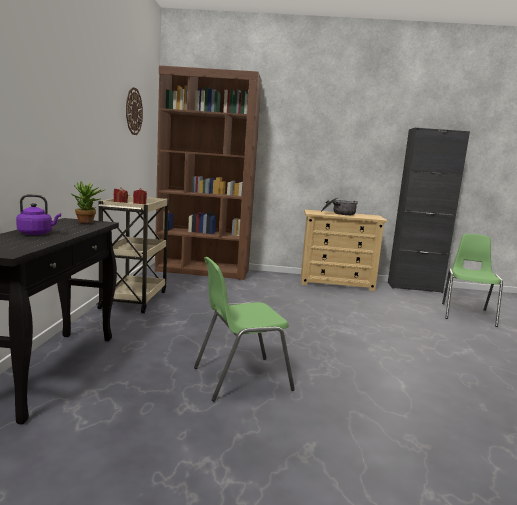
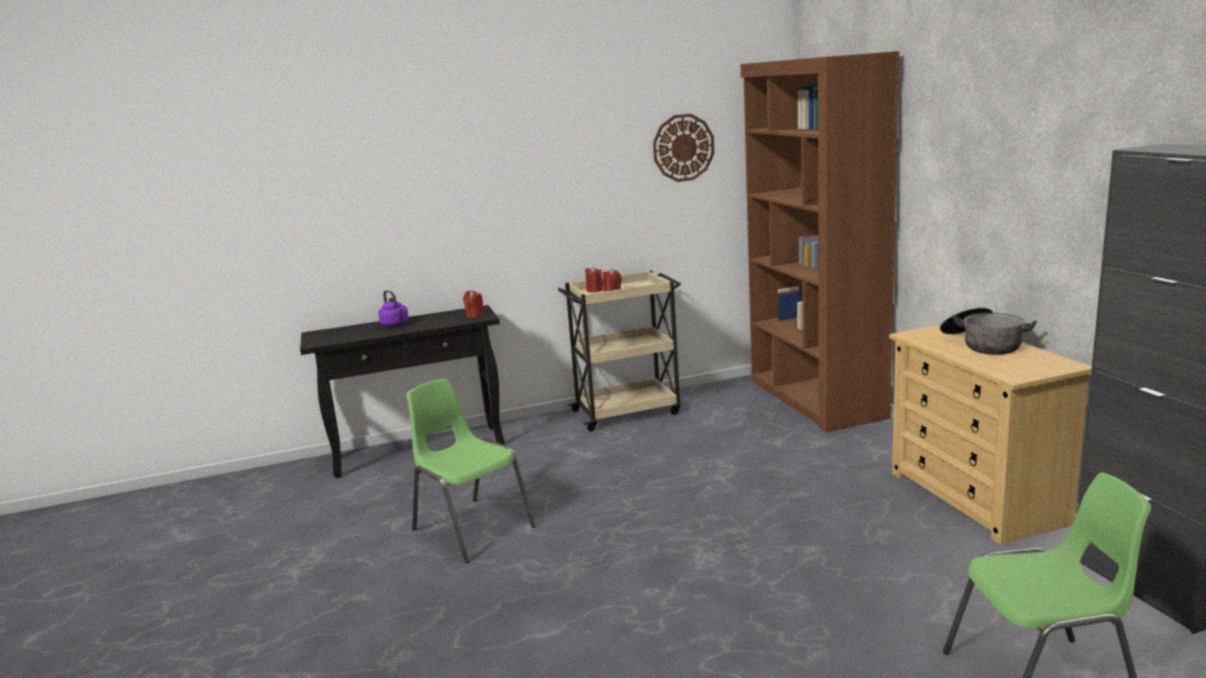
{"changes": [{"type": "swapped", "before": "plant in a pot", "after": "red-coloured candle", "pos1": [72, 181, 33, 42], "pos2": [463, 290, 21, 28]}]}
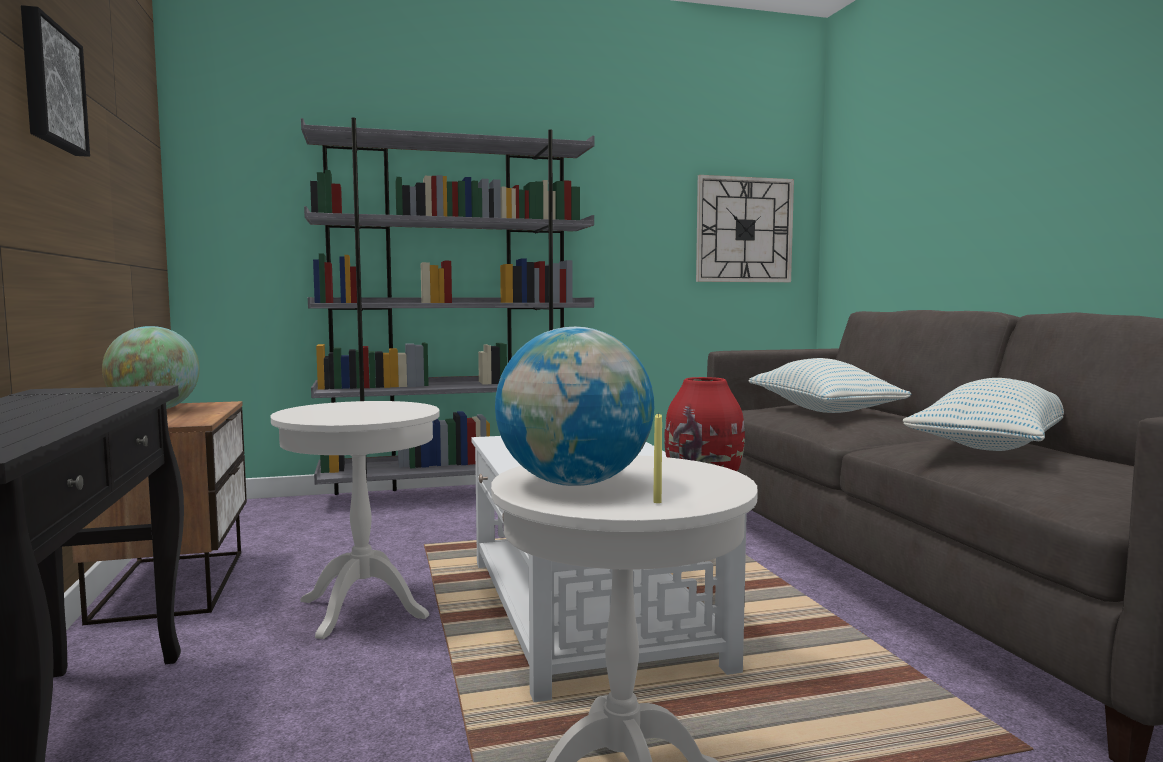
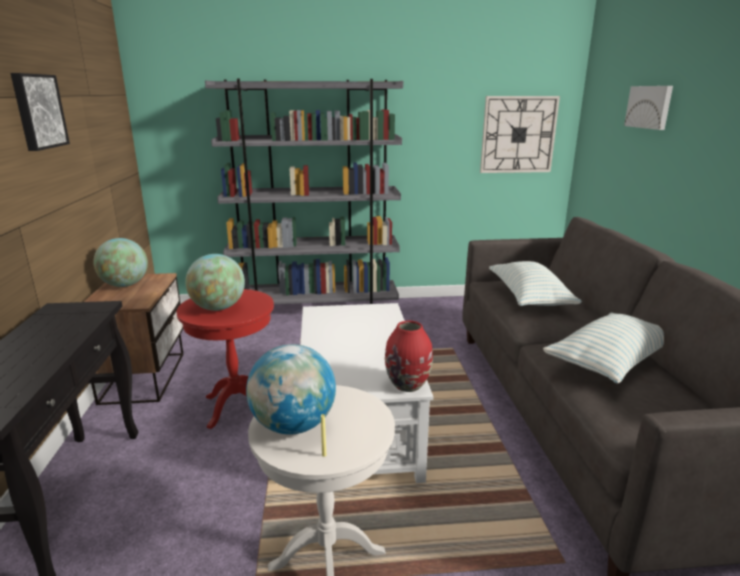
{"changes": [{"type": "repainted", "before": "whitish accent table", "after": "red-coloured accent table", "pos1": [270, 401, 169, 238], "pos2": [176, 289, 98, 140]}, {"type": "new", "after": "wall art", "pos2": [624, 86, 49, 44]}, {"type": "new", "after": "world globe", "pos2": [185, 254, 60, 57]}]}
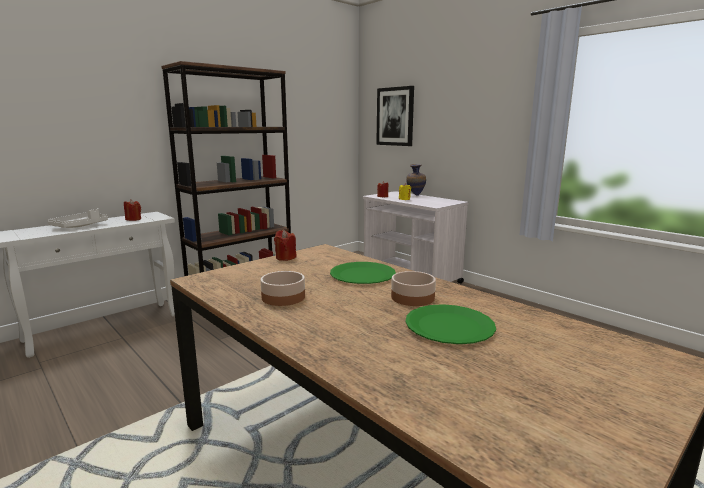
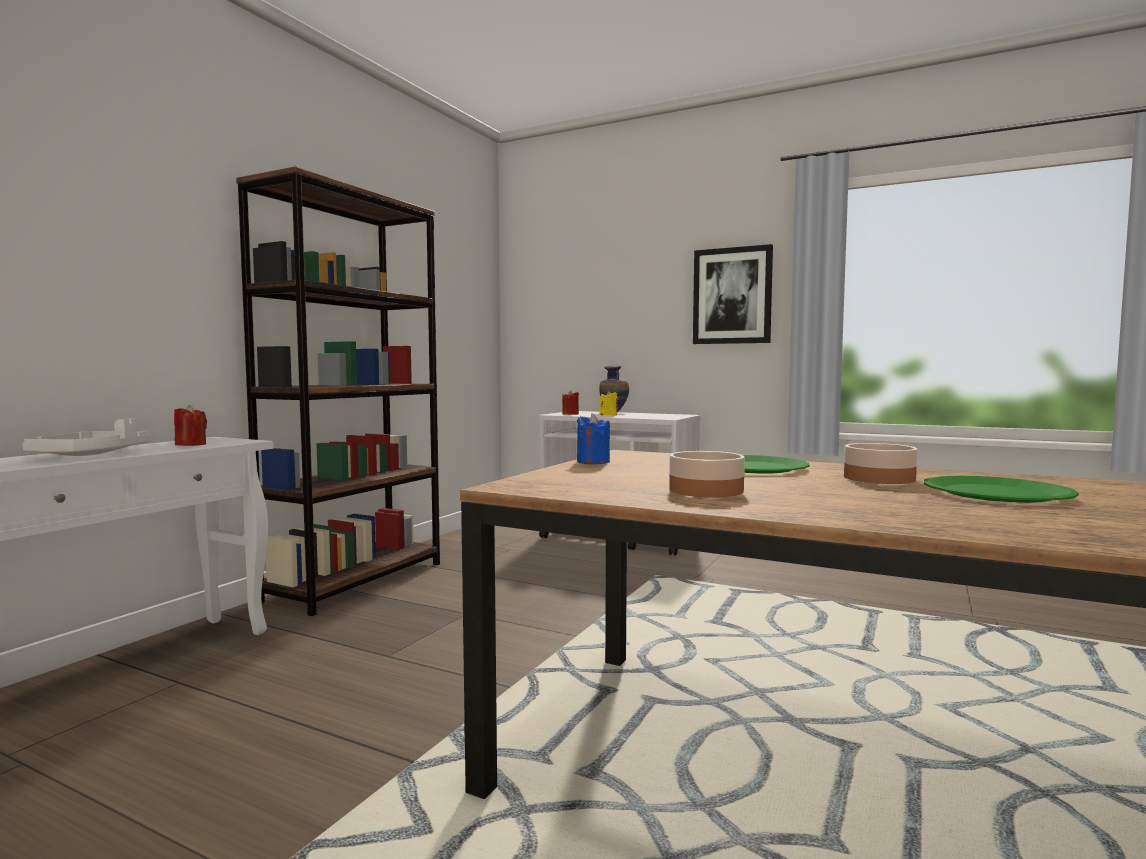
{"changes": [{"type": "shifted", "before": "wall art", "pos1": [376, 86, 38, 60], "pos2": [693, 244, 80, 100]}, {"type": "repainted", "before": "red-coloured candle", "after": "blue candle", "pos1": [274, 230, 23, 31], "pos2": [577, 413, 33, 51]}]}
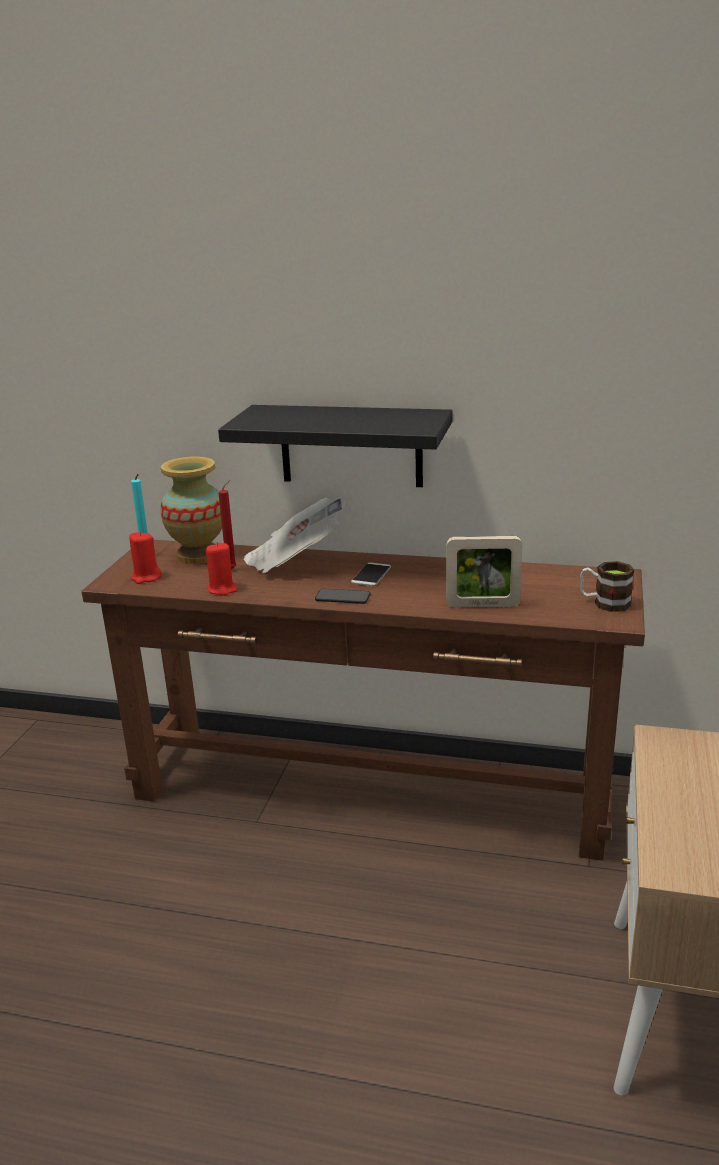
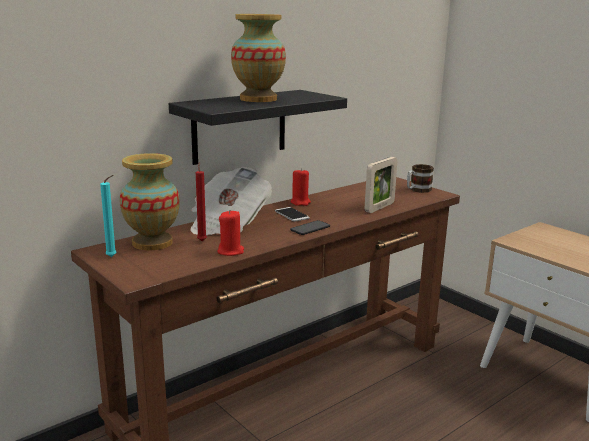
{"changes": [{"type": "shifted", "before": "red-coloured candle", "pos1": [129, 531, 33, 53], "pos2": [290, 168, 21, 38]}, {"type": "new", "after": "vase", "pos2": [231, 14, 55, 88]}]}
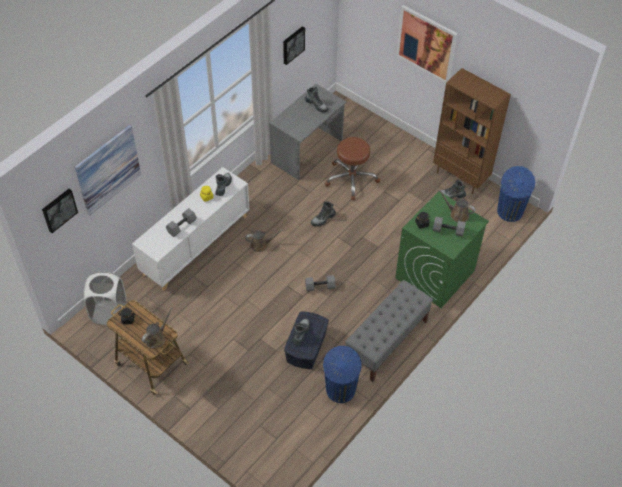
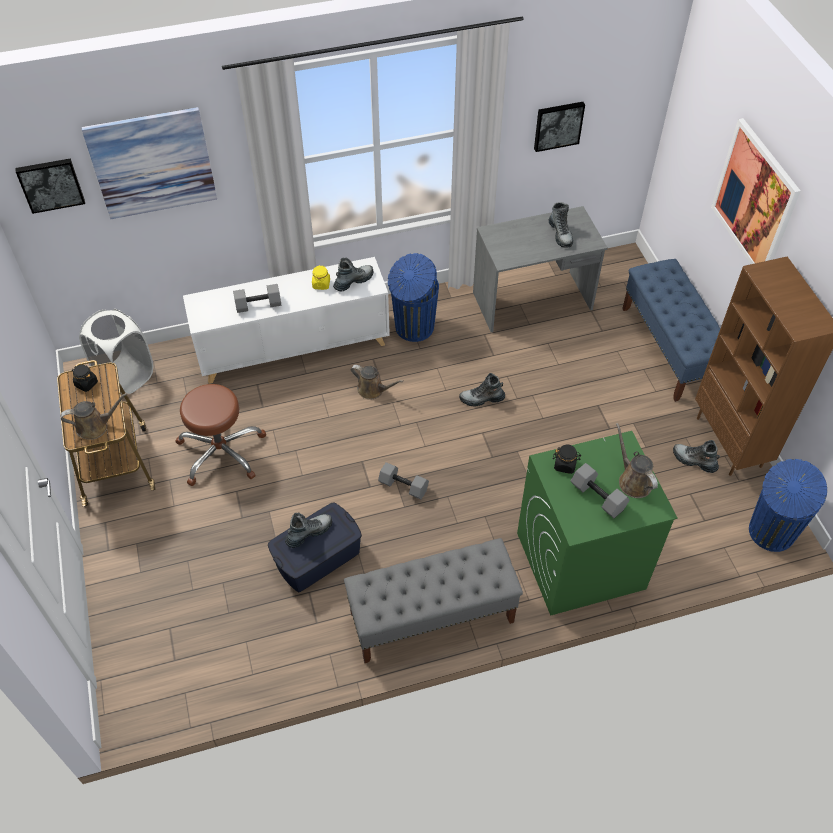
{"changes": [{"type": "shifted", "before": "brown stool seat", "pos1": [325, 137, 55, 63], "pos2": [175, 384, 91, 102]}, {"type": "shifted", "before": "blue waste bin", "pos1": [323, 346, 39, 57], "pos2": [388, 253, 51, 89]}, {"type": "new", "after": "blue indoor bench", "pos2": [622, 259, 98, 143]}]}
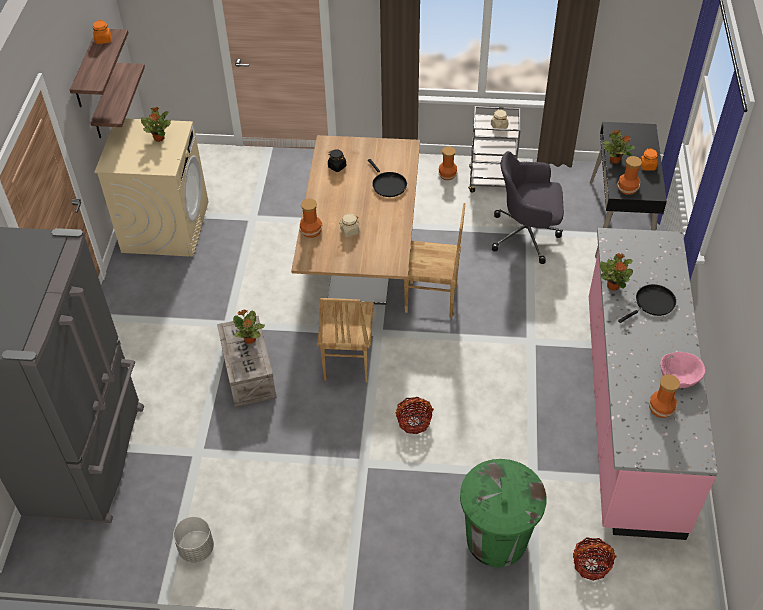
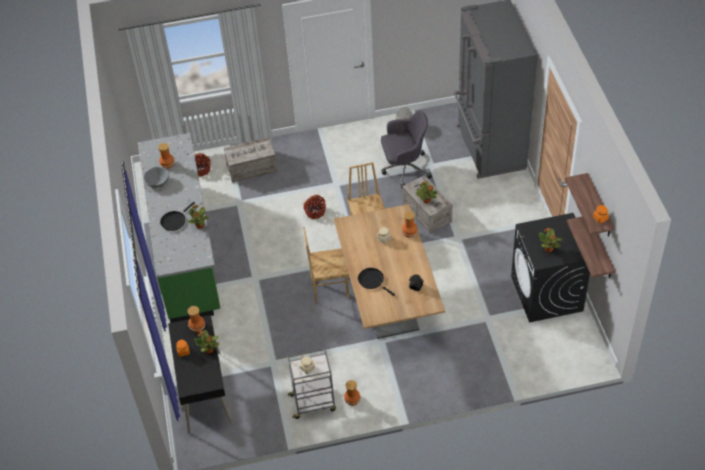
{"changes": [{"type": "repainted", "before": "beige washing machine", "after": "blackish washing machine", "pos1": [95, 118, 114, 139], "pos2": [511, 213, 79, 109]}, {"type": "shifted", "before": "gray desk chair", "pos1": [492, 151, 72, 113], "pos2": [381, 110, 51, 78]}, {"type": "repainted", "before": "pink-coloured kitchen counter", "after": "green kitchen counter", "pos1": [589, 228, 129, 312], "pos2": [138, 133, 82, 190]}, {"type": "repainted", "before": "pink-coloured serving bowl", "after": "gray serving bowl", "pos1": [660, 352, 45, 36], "pos2": [144, 166, 25, 22]}, {"type": "swapped", "before": "green waste bin", "after": "shipping crate", "pos1": [460, 459, 86, 108], "pos2": [224, 137, 53, 46]}]}
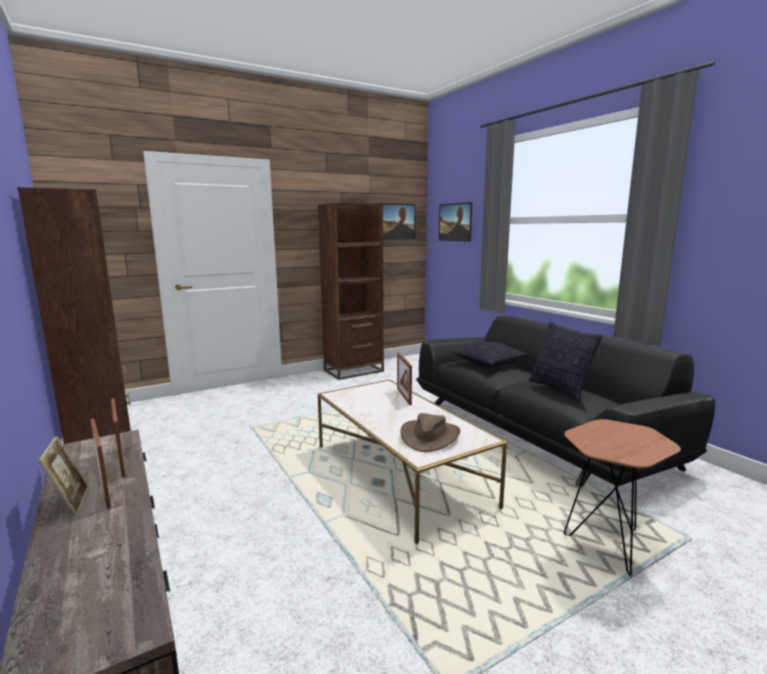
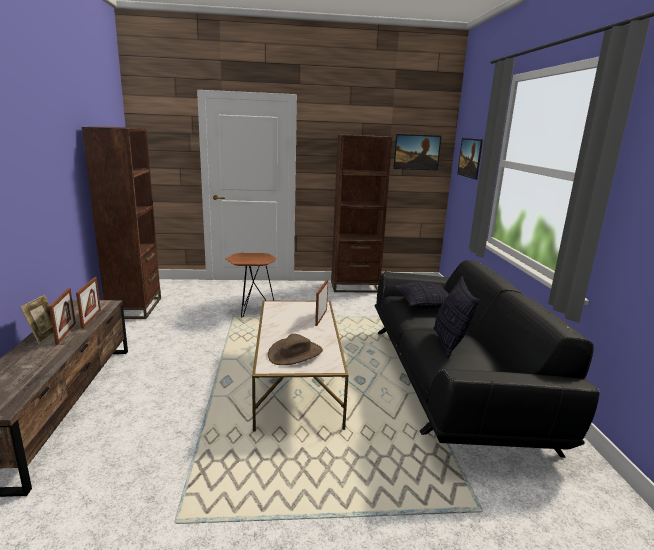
{"changes": [{"type": "shifted", "before": "brown accent table", "pos1": [564, 419, 117, 157], "pos2": [225, 253, 52, 65]}]}
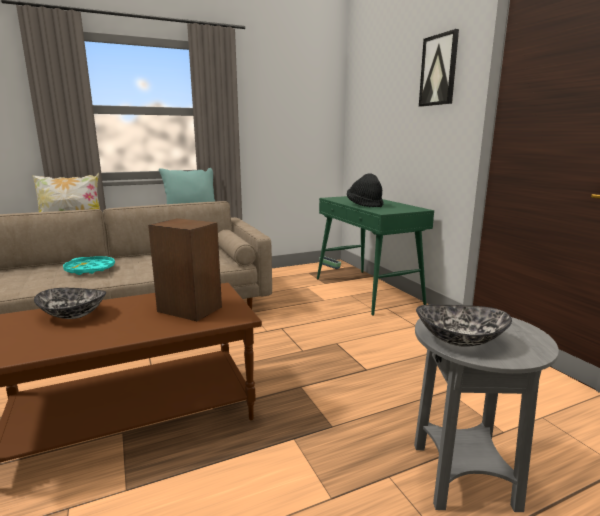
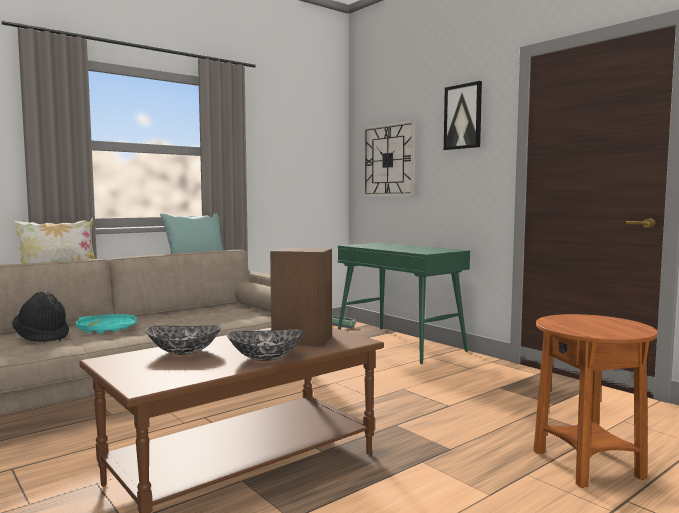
{"changes": [{"type": "shifted", "before": "blackish clothing hat", "pos1": [347, 174, 36, 34], "pos2": [12, 291, 57, 51]}, {"type": "shifted", "before": "serving bowl", "pos1": [416, 304, 96, 43], "pos2": [227, 329, 77, 32]}, {"type": "repainted", "before": "gray accent table", "after": "brown accent table", "pos1": [414, 317, 145, 195], "pos2": [534, 314, 124, 174]}, {"type": "new", "after": "wall clock", "pos2": [363, 120, 53, 76]}]}
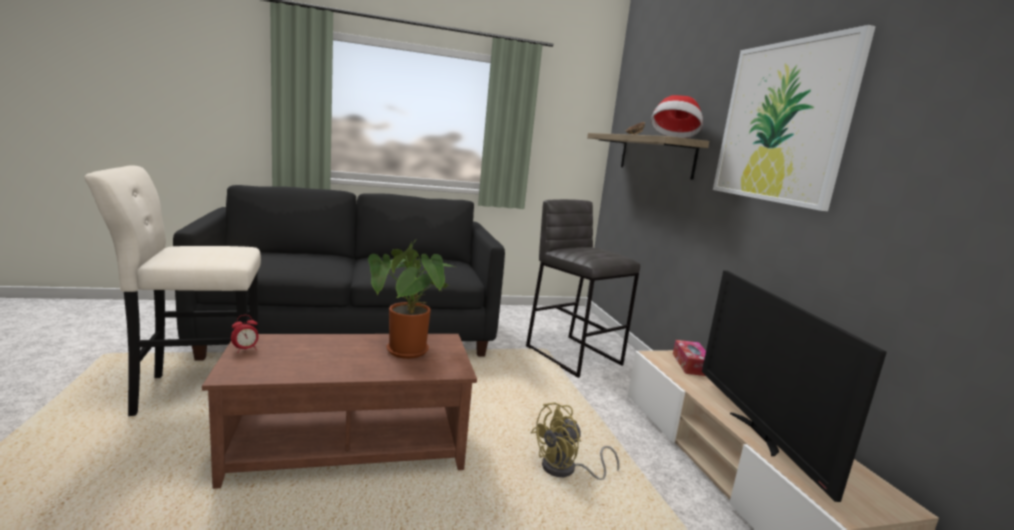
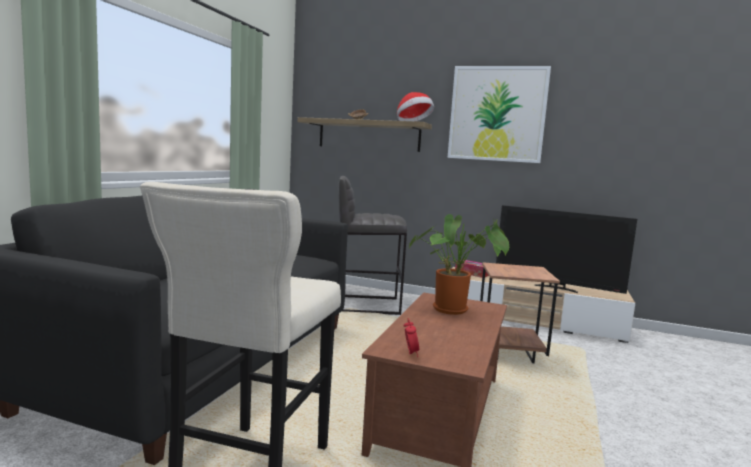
{"changes": [{"type": "swapped", "before": "yellow-coloured electric fan", "after": "brown accent table", "pos1": [531, 402, 88, 78], "pos2": [480, 262, 80, 101]}]}
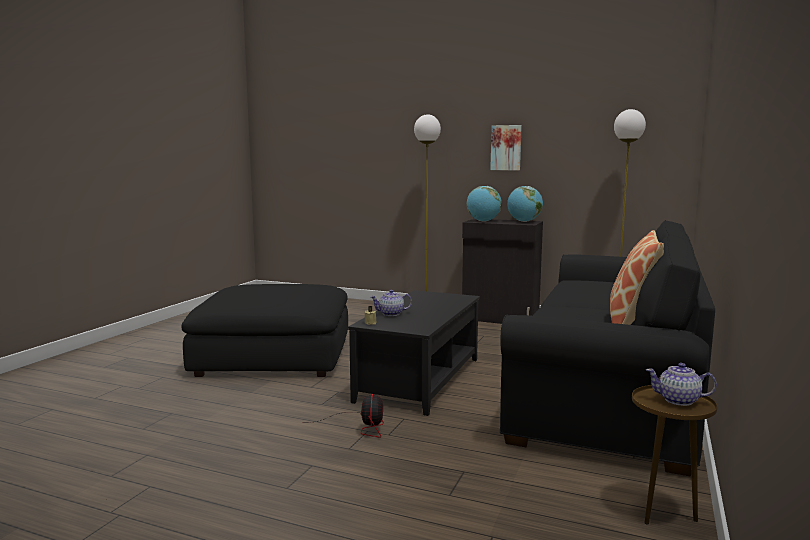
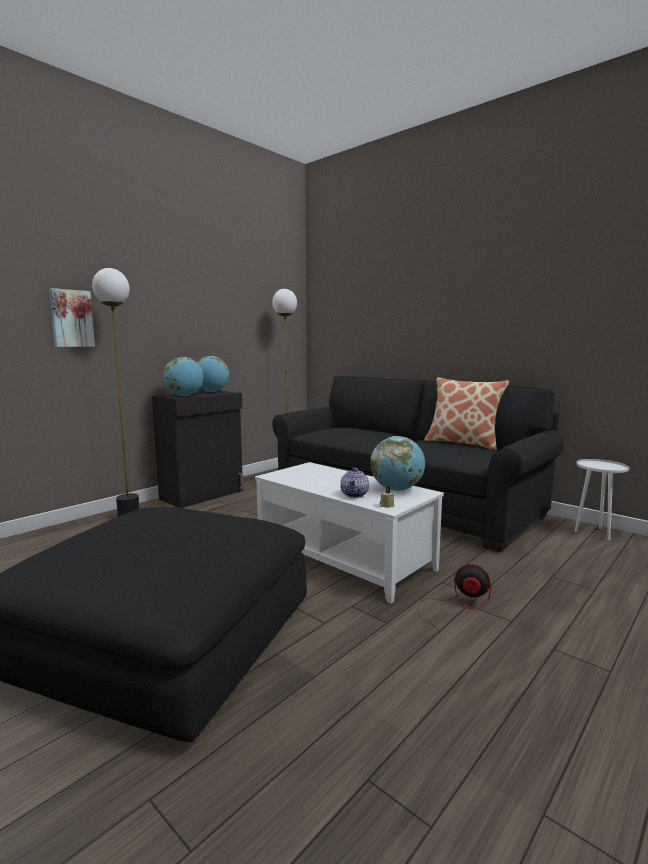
{"changes": [{"type": "shifted", "before": "wall art", "pos1": [490, 125, 32, 45], "pos2": [49, 288, 46, 59]}, {"type": "repainted", "before": "blackish low table", "after": "whitish low table", "pos1": [348, 290, 132, 126], "pos2": [255, 462, 189, 142]}, {"type": "gone", "before": "teapot", "pos1": [646, 363, 71, 43]}, {"type": "repainted", "before": "brown accent table", "after": "whitish accent table", "pos1": [632, 385, 85, 140], "pos2": [574, 459, 55, 82]}, {"type": "new", "after": "world globe", "pos2": [371, 436, 54, 55]}]}
